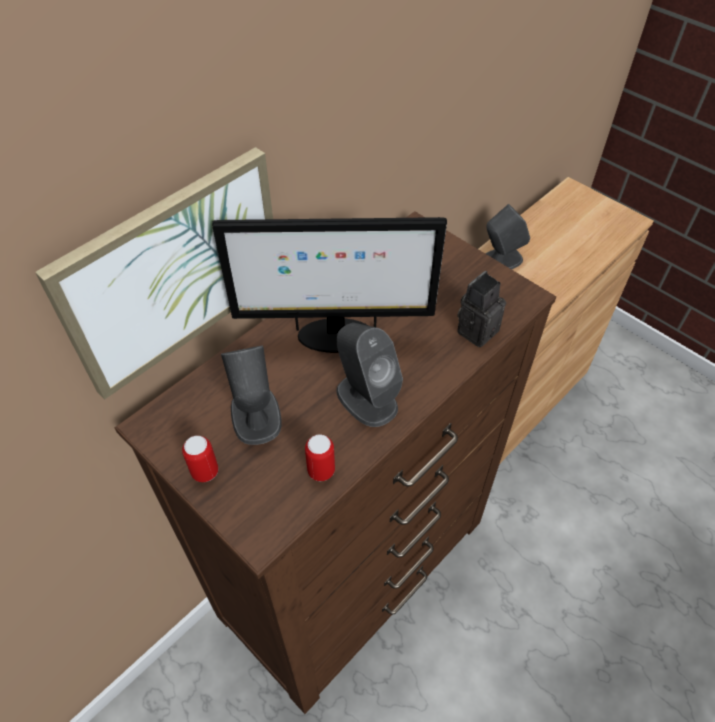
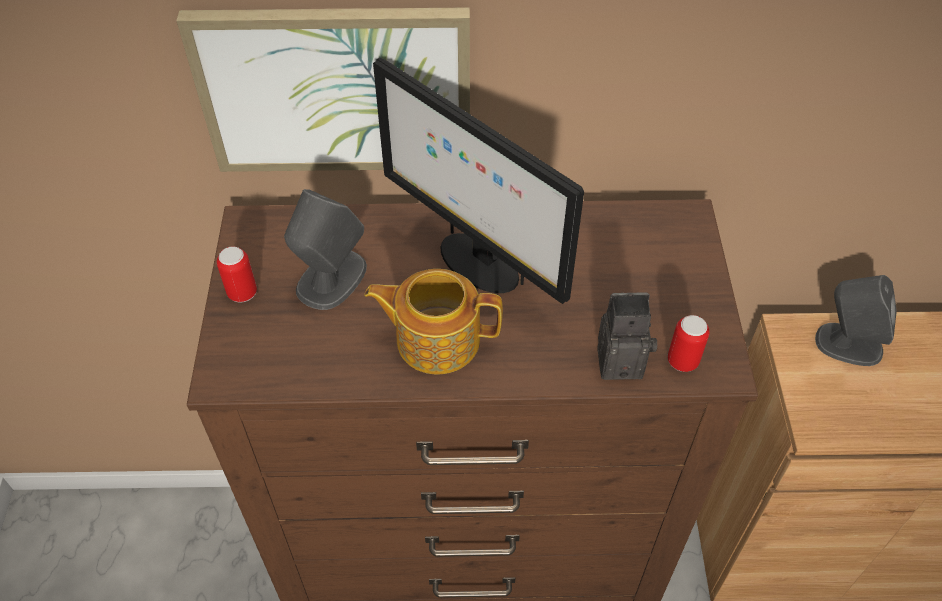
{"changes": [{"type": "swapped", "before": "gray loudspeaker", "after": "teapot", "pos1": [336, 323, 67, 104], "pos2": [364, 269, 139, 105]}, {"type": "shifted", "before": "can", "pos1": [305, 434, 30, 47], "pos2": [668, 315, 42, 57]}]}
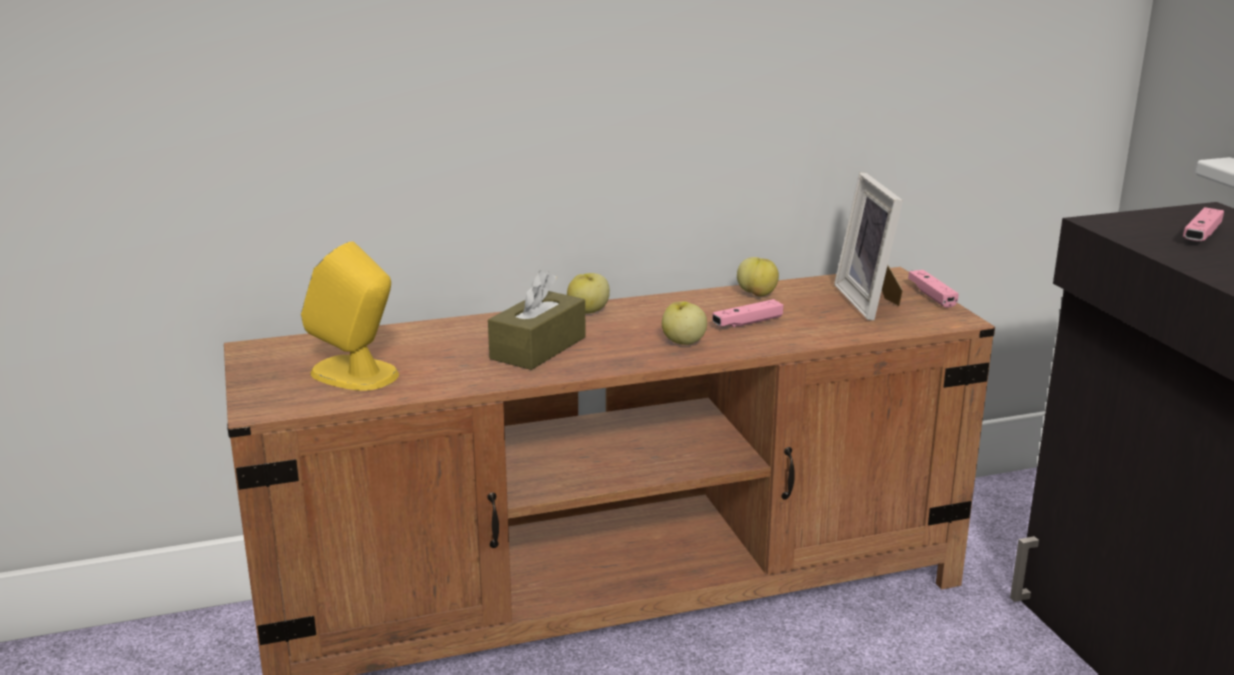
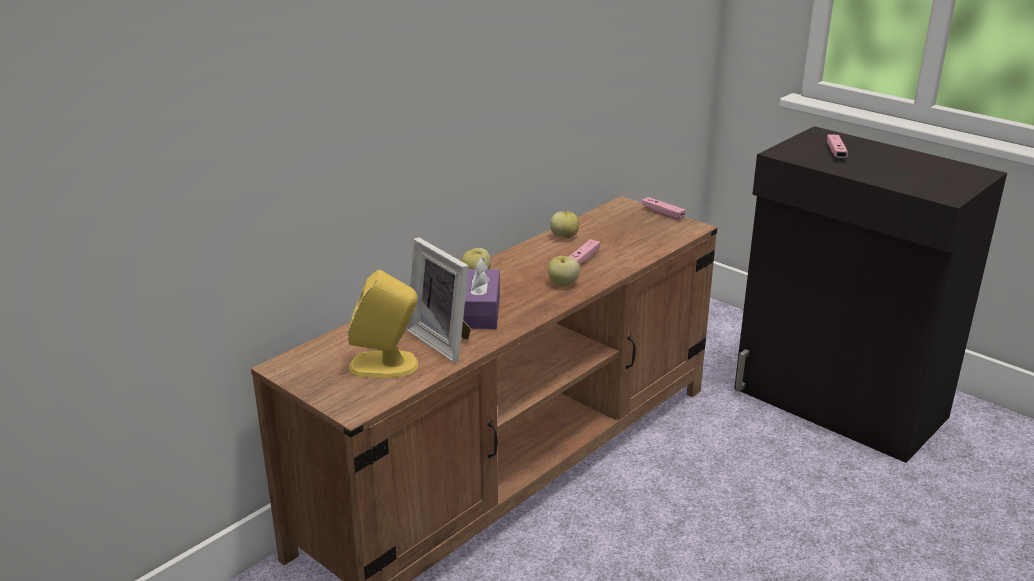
{"changes": [{"type": "shifted", "before": "photo frame", "pos1": [834, 172, 69, 149], "pos2": [406, 237, 65, 126]}, {"type": "repainted", "before": "brown box of tissues", "after": "purplish box of tissues", "pos1": [488, 270, 98, 100], "pos2": [463, 257, 37, 72]}]}
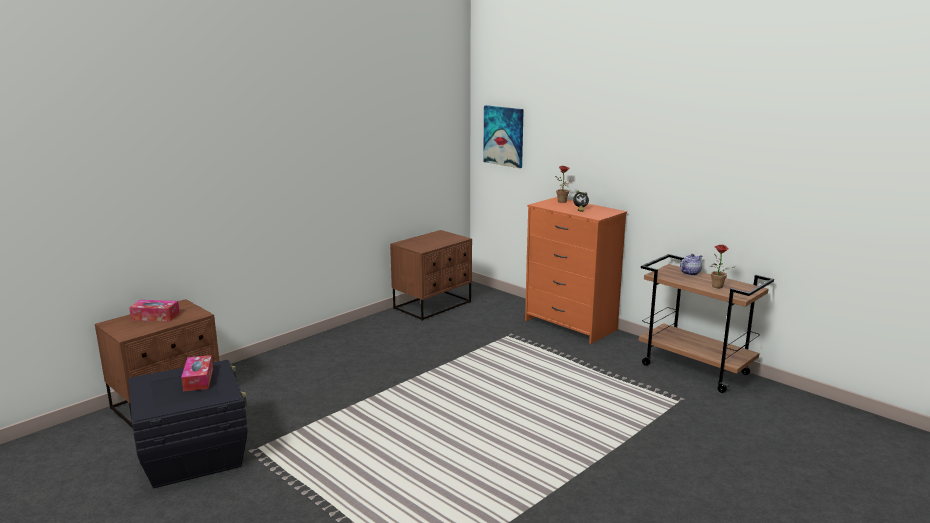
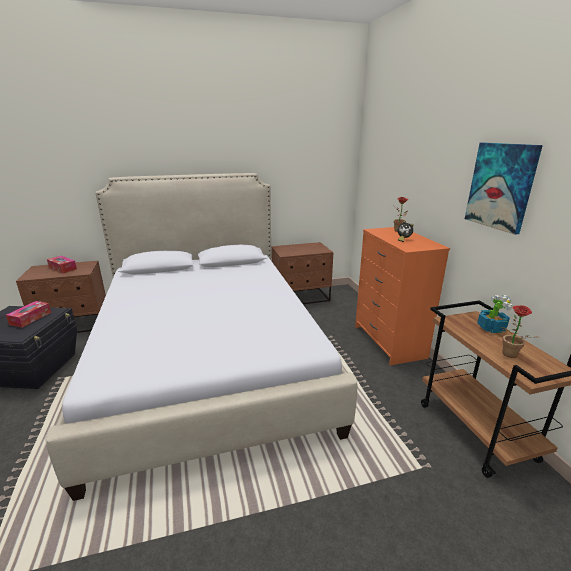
{"changes": [{"type": "shifted", "before": "wall art", "pos1": [483, 105, 41, 63], "pos2": [465, 143, 78, 92]}, {"type": "swapped", "before": "teapot", "after": "plant in a pot", "pos1": [680, 254, 22, 22], "pos2": [477, 295, 36, 38]}, {"type": "new", "after": "bedroom bed", "pos2": [46, 173, 312, 328]}]}
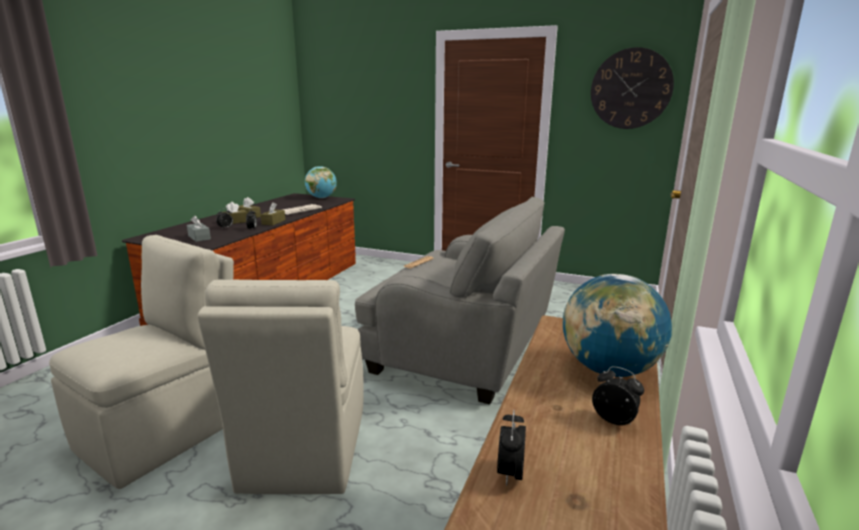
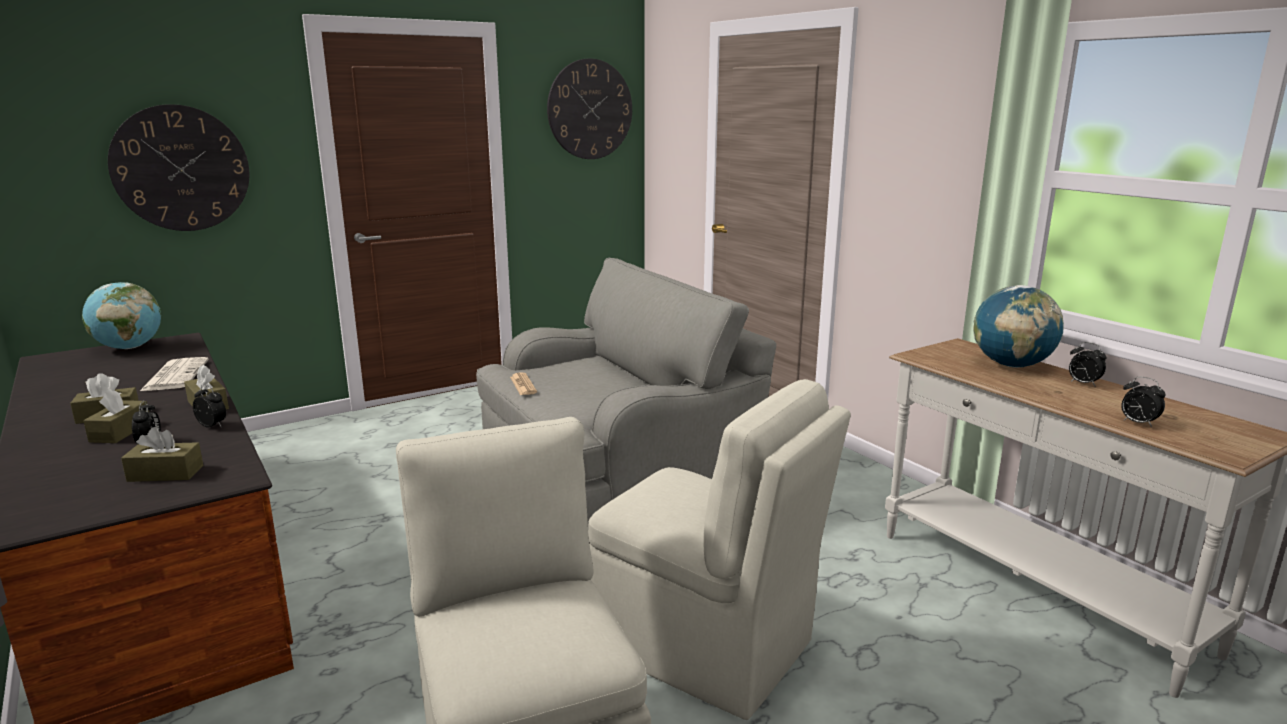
{"changes": [{"type": "repainted", "before": "gray box of tissues", "after": "brown box of tissues", "pos1": [187, 215, 24, 27], "pos2": [121, 427, 82, 55]}, {"type": "rotated", "before": "bedside clock", "pos1": [592, 366, 52, 59], "pos2": [1069, 342, 37, 45], "turn": -120}, {"type": "new", "after": "wall clock", "pos2": [108, 104, 142, 127]}]}
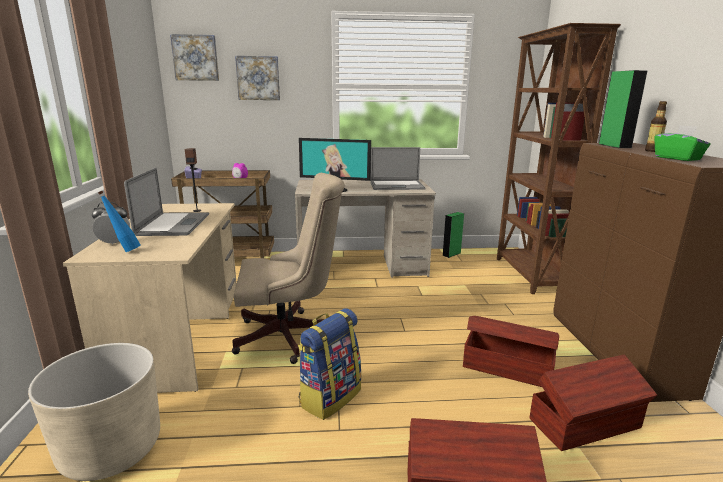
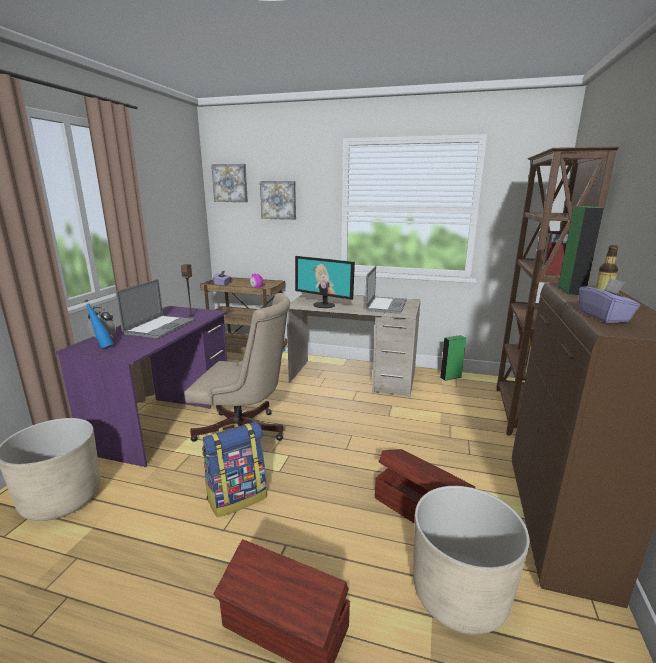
{"changes": [{"type": "repainted", "before": "green box of tissues", "after": "purplish box of tissues", "pos1": [655, 125, 56, 36], "pos2": [579, 278, 61, 45]}, {"type": "rotated", "before": "portable computer", "pos1": [370, 147, 55, 43], "pos2": [365, 266, 42, 48], "turn": -90}, {"type": "repainted", "before": "beige desk", "after": "purplish desk", "pos1": [63, 203, 174, 190], "pos2": [56, 306, 171, 161]}, {"type": "swapped", "before": "brown storage bin", "after": "beige flower pot", "pos1": [529, 355, 128, 96], "pos2": [413, 486, 117, 149]}]}
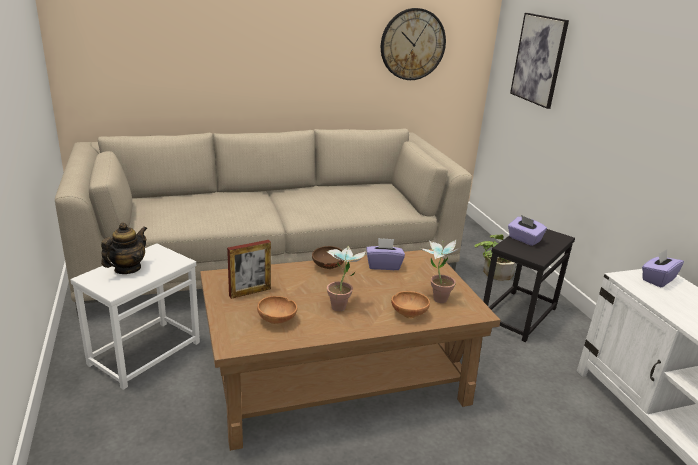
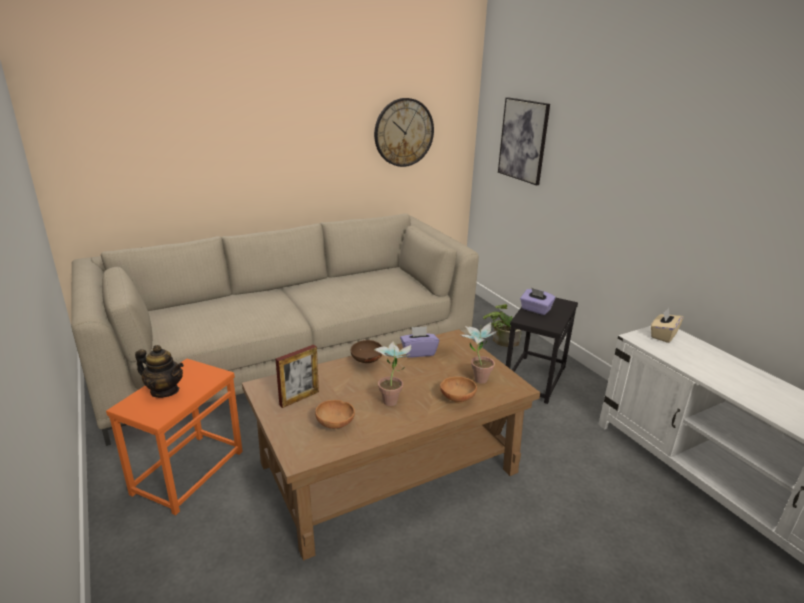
{"changes": [{"type": "rotated", "before": "teapot", "pos1": [101, 222, 46, 52], "pos2": [135, 345, 49, 53], "turn": 90}, {"type": "repainted", "before": "whitish accent table", "after": "orange accent table", "pos1": [71, 243, 129, 147], "pos2": [106, 359, 137, 156]}, {"type": "repainted", "before": "purplish box of tissues", "after": "beige box of tissues", "pos1": [642, 249, 42, 39], "pos2": [651, 308, 32, 35]}]}
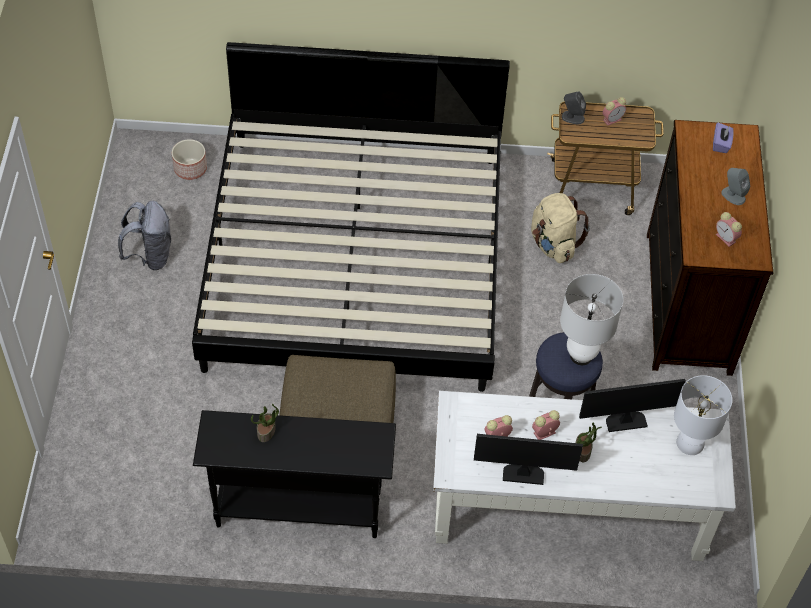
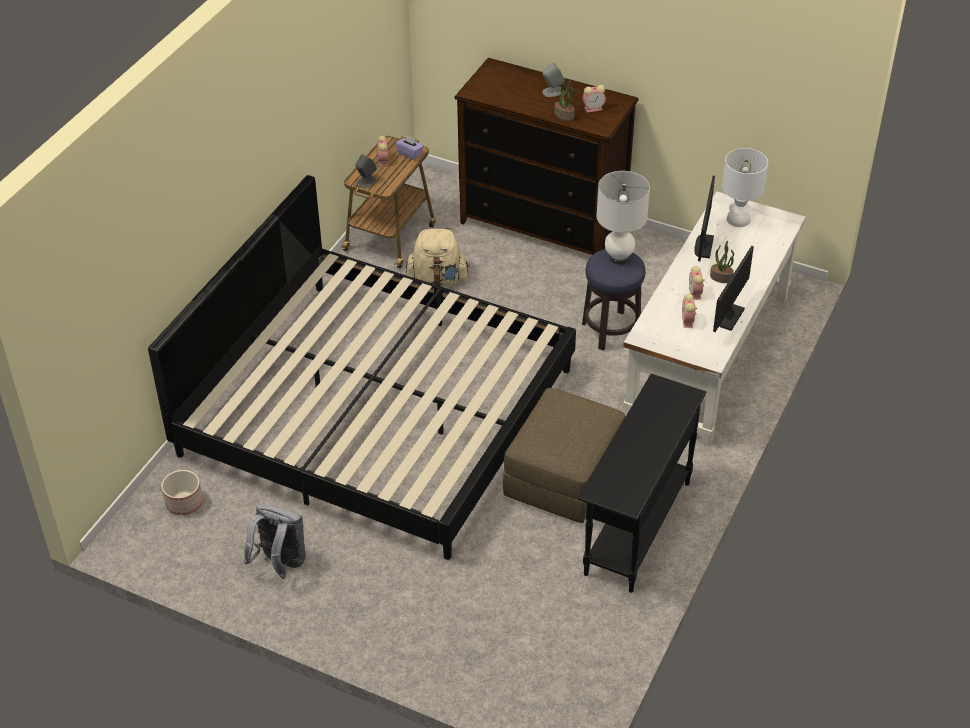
{"changes": [{"type": "shifted", "before": "purplish box of tissues", "pos1": [713, 123, 21, 30], "pos2": [395, 135, 29, 25]}, {"type": "shifted", "before": "plant in a pot", "pos1": [251, 404, 28, 38], "pos2": [555, 79, 19, 42]}]}
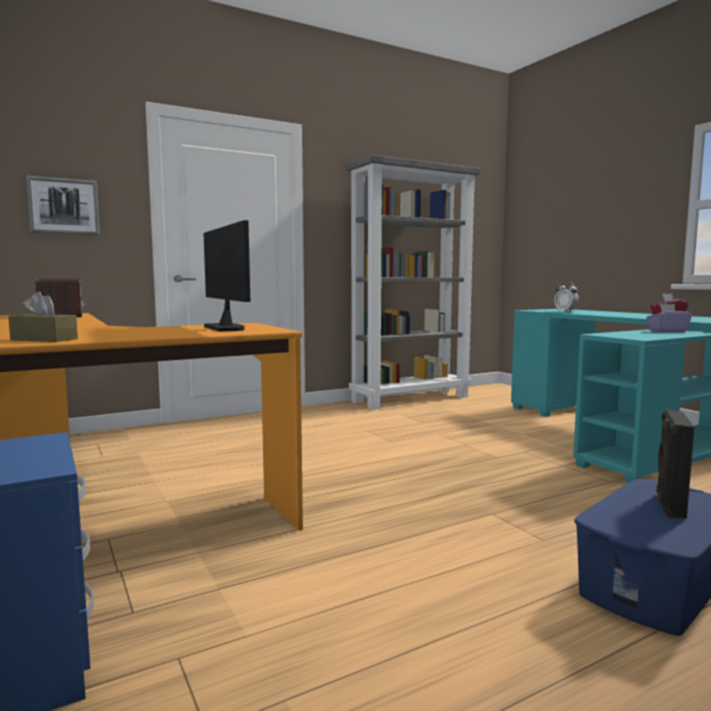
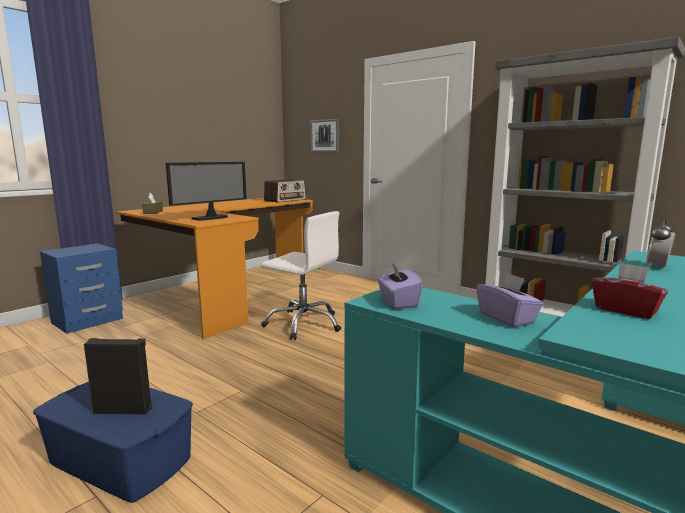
{"changes": [{"type": "new", "after": "whitish desk chair", "pos2": [261, 211, 80, 129]}, {"type": "new", "after": "purplish box of tissues", "pos2": [377, 261, 46, 48]}]}
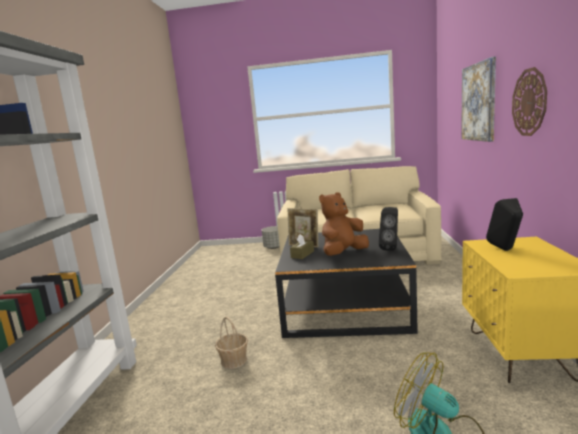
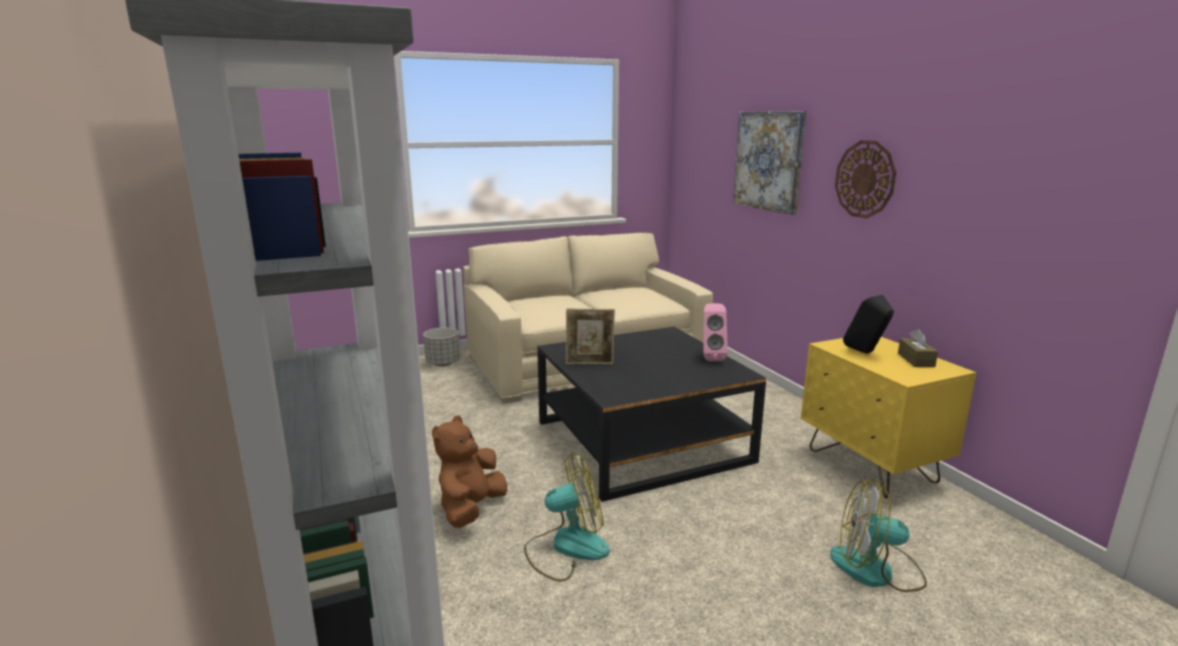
{"changes": [{"type": "shifted", "before": "brown plush toy", "pos1": [319, 192, 50, 64], "pos2": [432, 415, 75, 113]}, {"type": "repainted", "before": "blackish loudspeaker", "after": "pink-coloured loudspeaker", "pos1": [379, 207, 19, 44], "pos2": [703, 303, 25, 58]}, {"type": "shifted", "before": "brown box of tissues", "pos1": [290, 234, 24, 25], "pos2": [898, 329, 40, 38]}, {"type": "swapped", "before": "storage basket", "after": "electric fan", "pos1": [215, 317, 33, 52], "pos2": [524, 452, 86, 130]}]}
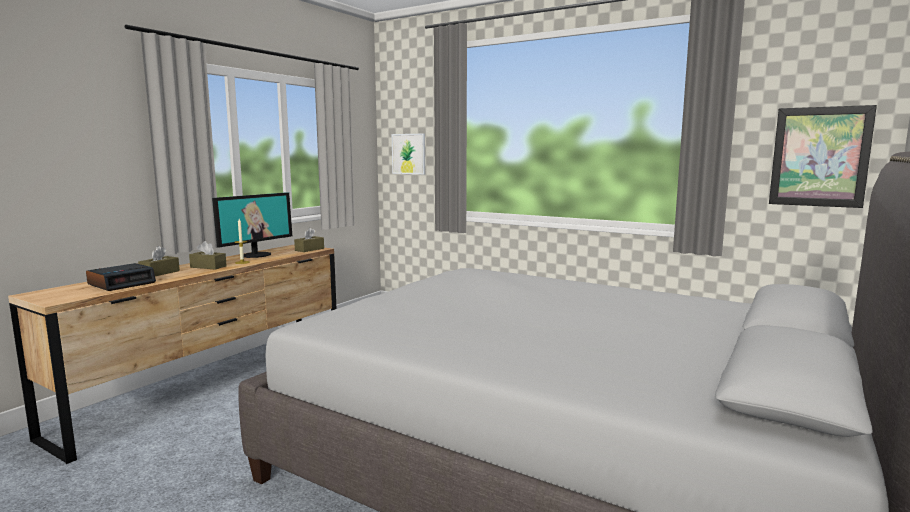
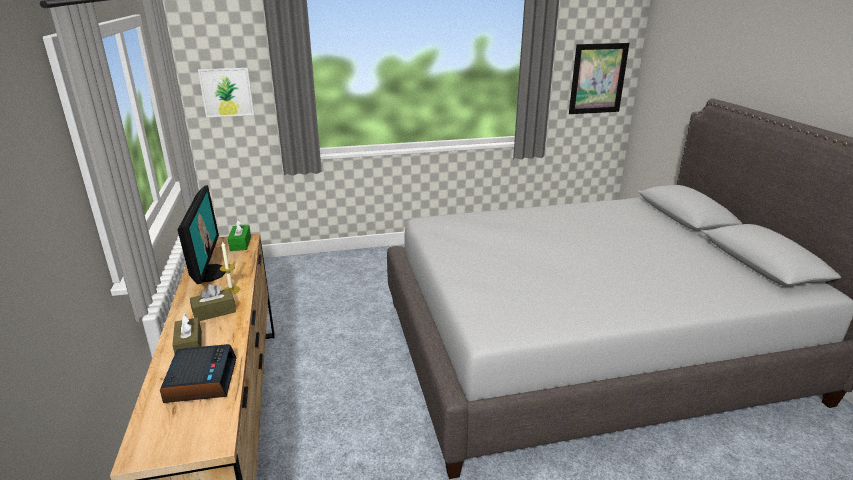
{"changes": [{"type": "repainted", "before": "brown box of tissues", "after": "green box of tissues", "pos1": [294, 227, 30, 25], "pos2": [228, 219, 23, 32]}]}
